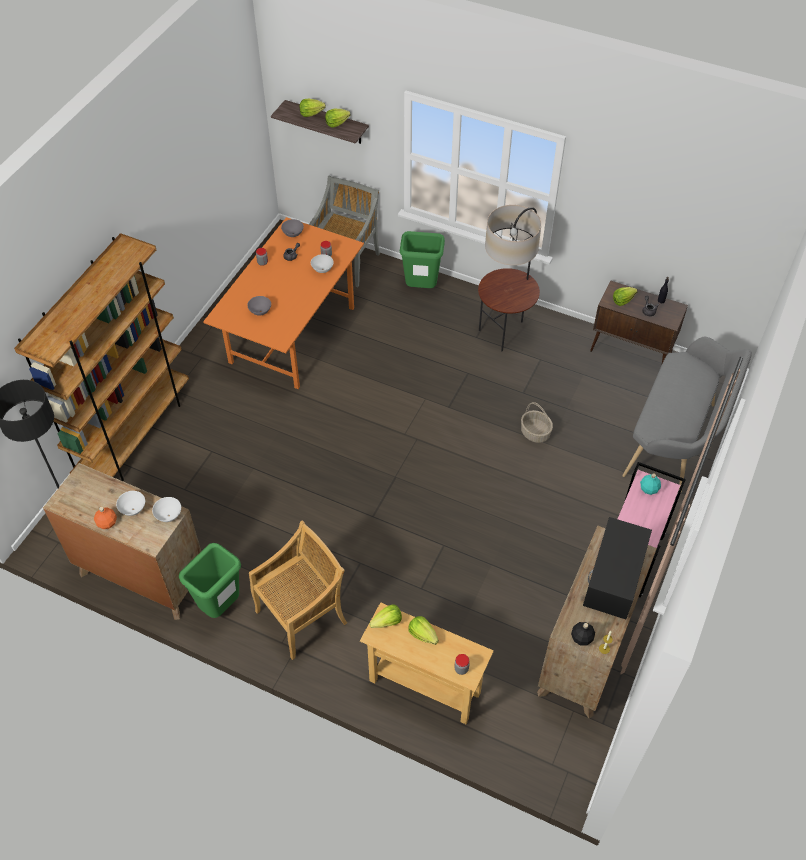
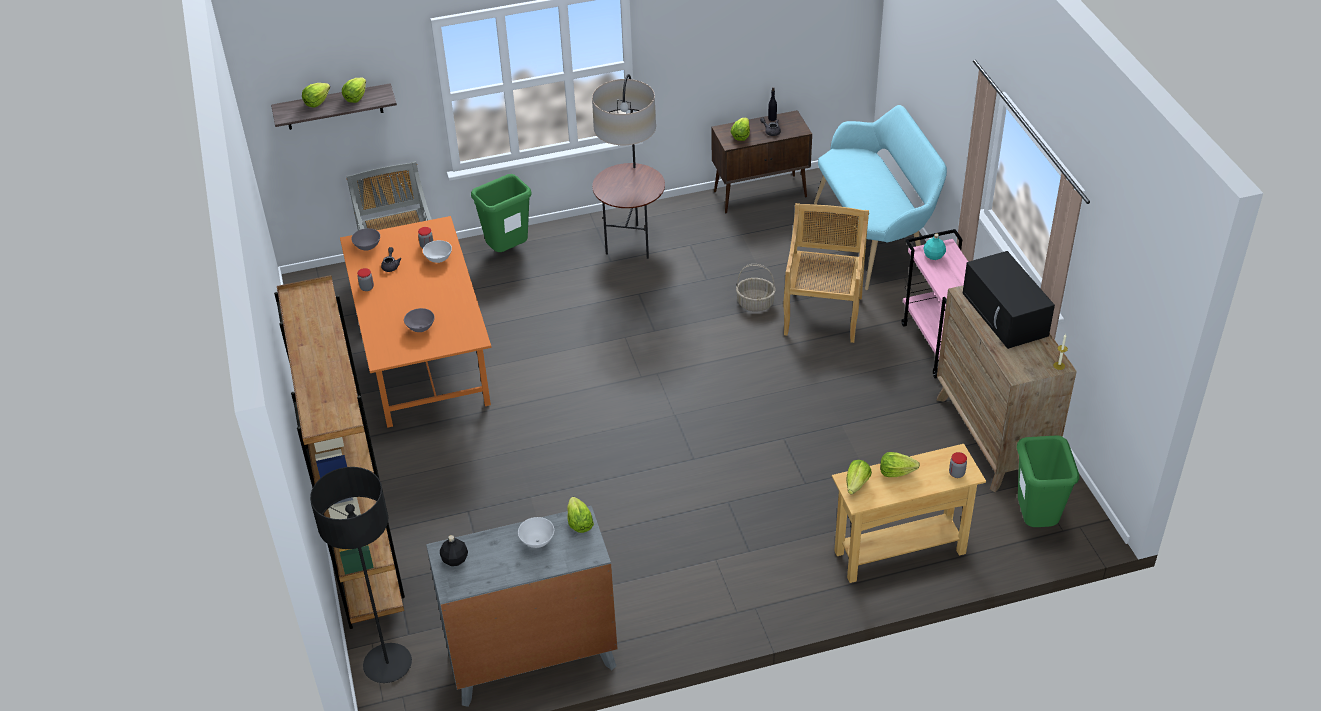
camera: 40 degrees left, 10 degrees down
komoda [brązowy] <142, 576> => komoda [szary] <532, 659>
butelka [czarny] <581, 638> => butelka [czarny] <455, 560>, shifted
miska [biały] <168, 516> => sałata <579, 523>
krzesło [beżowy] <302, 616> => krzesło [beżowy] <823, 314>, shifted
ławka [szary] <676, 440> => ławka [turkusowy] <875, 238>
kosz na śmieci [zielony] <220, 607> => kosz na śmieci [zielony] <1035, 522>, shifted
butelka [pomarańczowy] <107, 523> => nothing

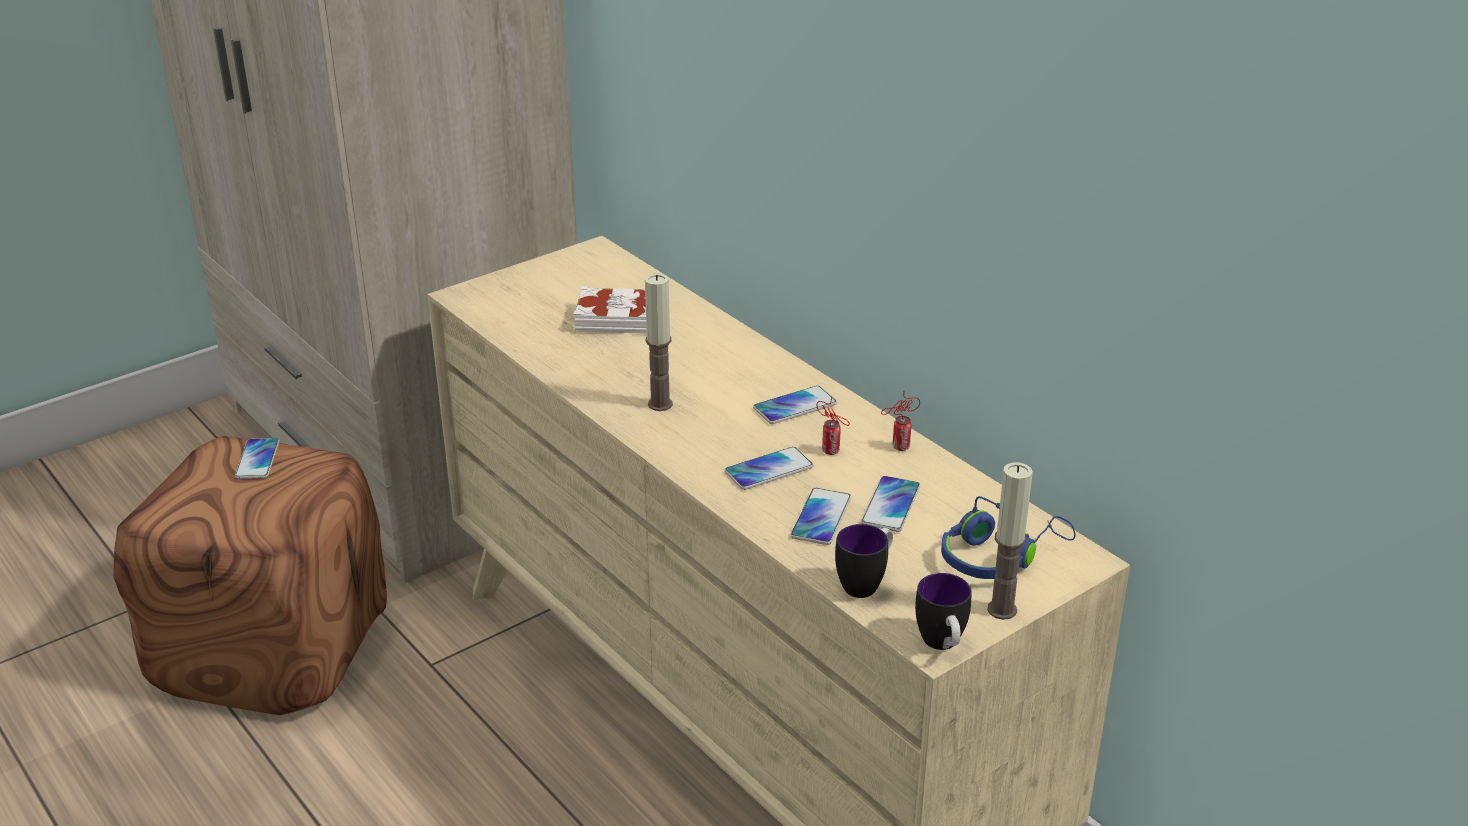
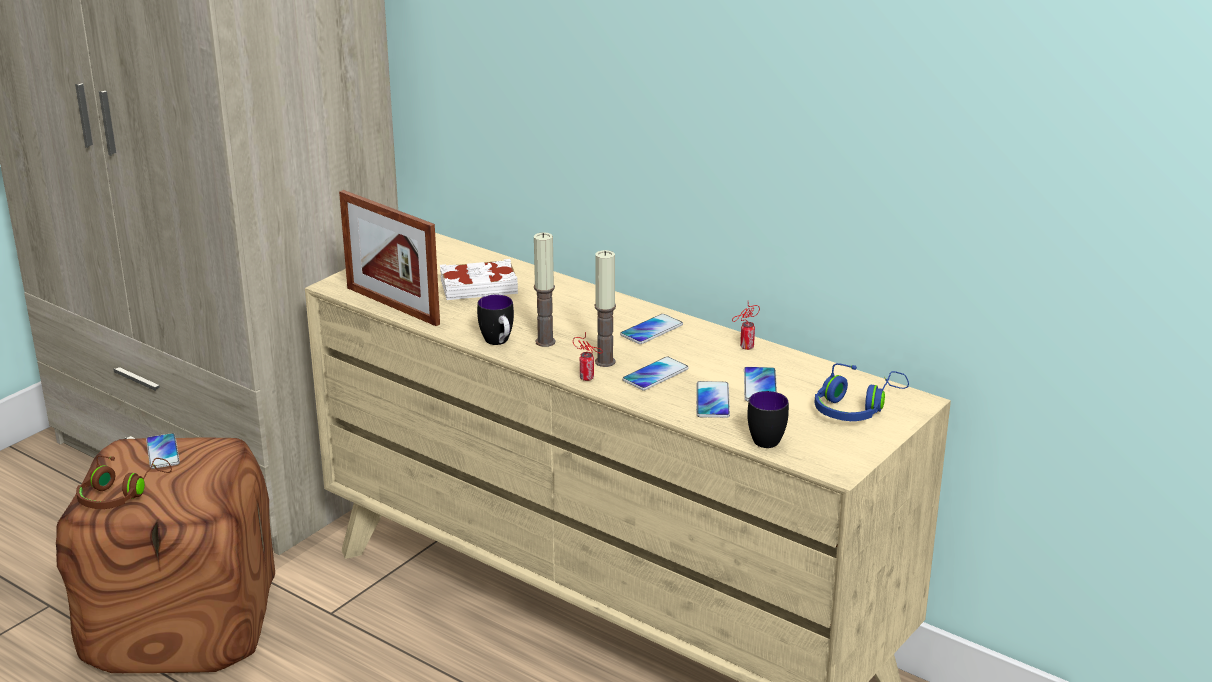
camera: 15 degrees left, 5 degrees down
nothing => słuchawki [brązowy] <121, 494>
nothing => ramka na zdjęcie <392, 305>
kubek <942, 646> => kubek <499, 343>, shifted
puszka <832, 452> => puszka <588, 378>, shifted
świeca <1002, 610> => świeca <605, 362>, shifted

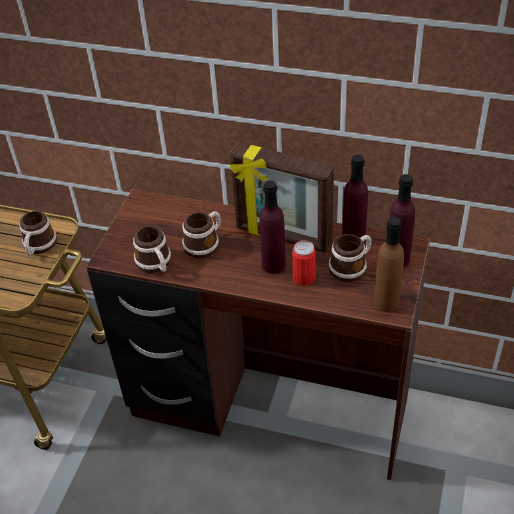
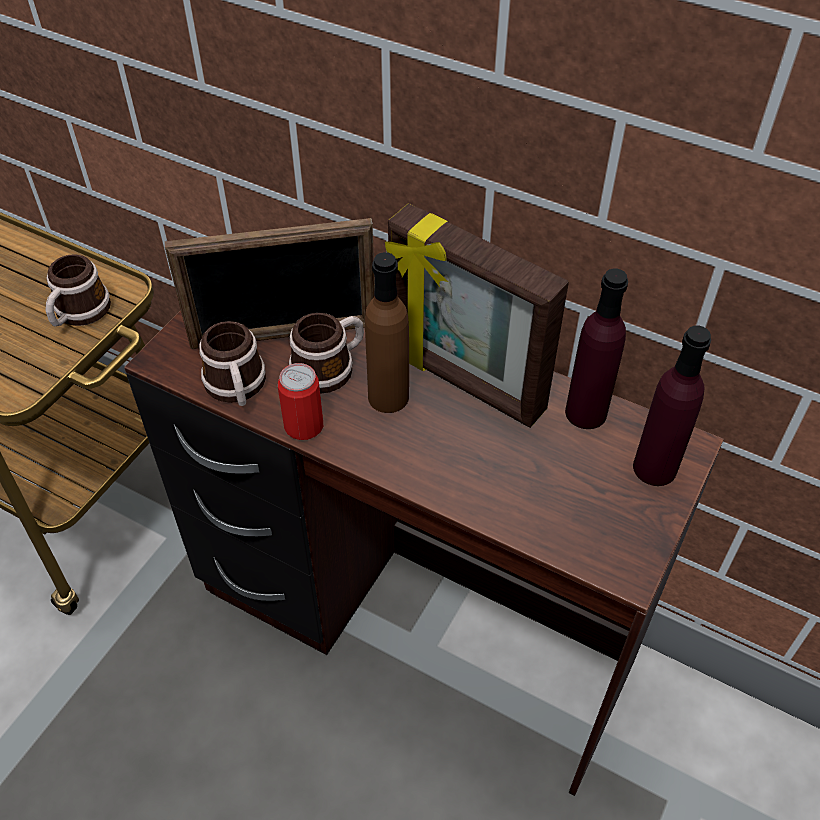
camera: 10 degrees right, 5 degrees up
nothing => ramka na zdjęcie <284, 335>
puszka <304, 277> => puszka <304, 426>, shifted
butelka [brązowy] <386, 302> => butelka [brązowy] <388, 397>, shifted
butelka [fioletowy] <273, 265> => nothing
kubek <351, 266> => nothing

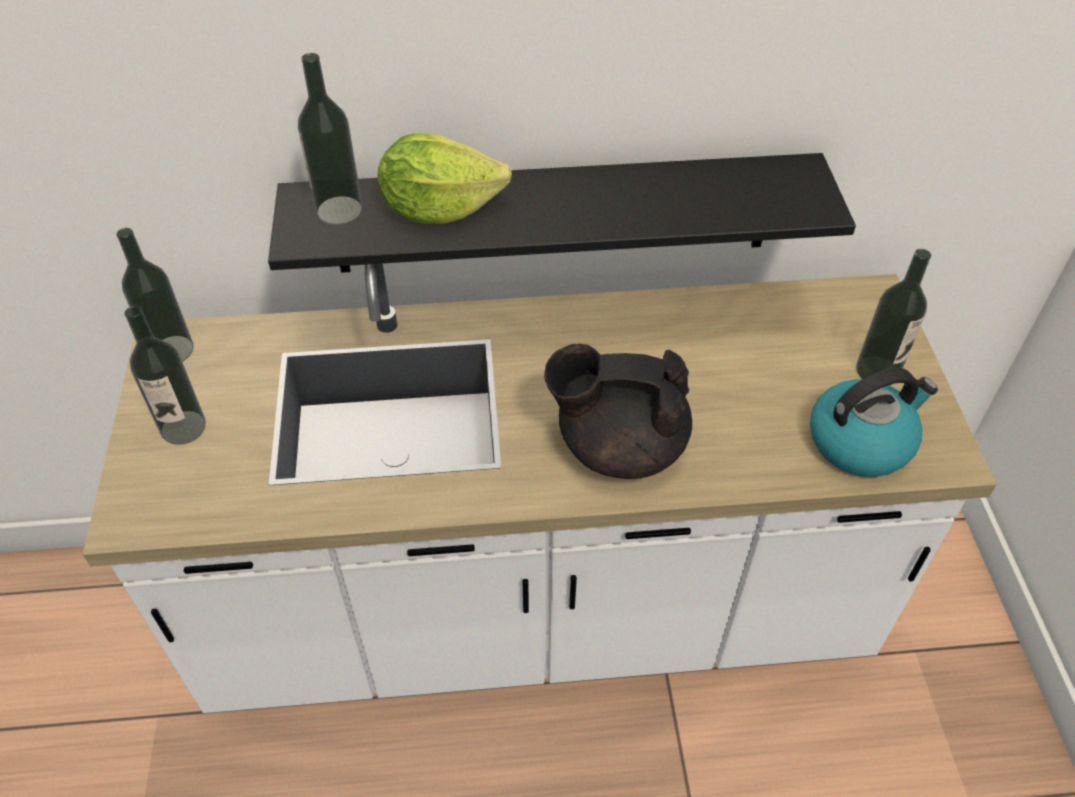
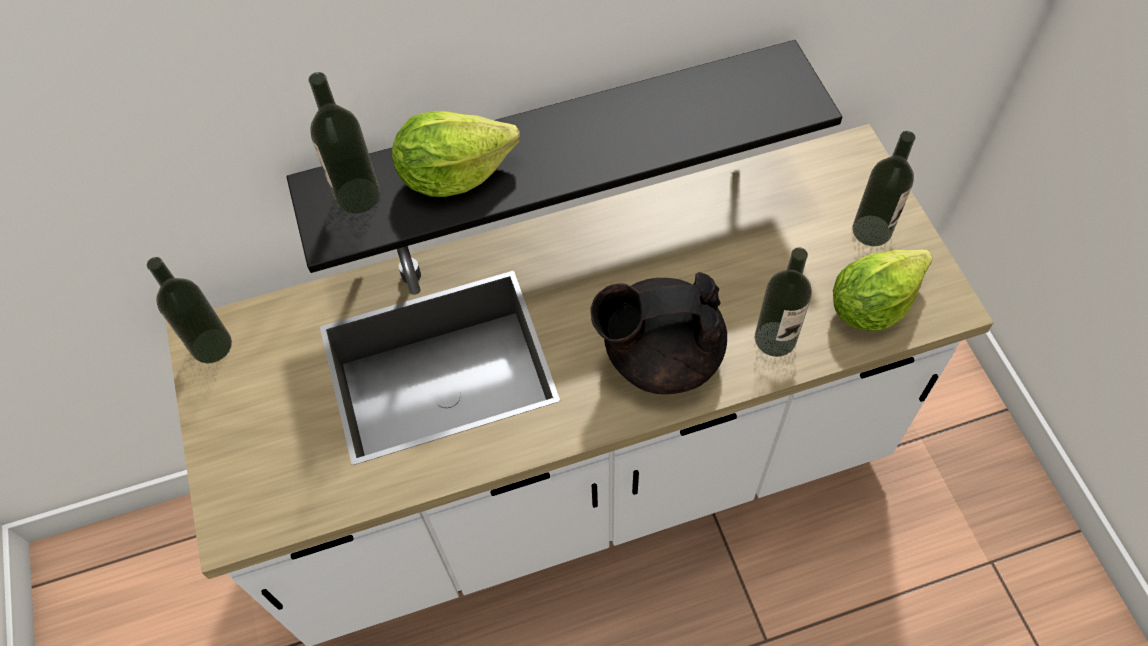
camera: 10 degrees left, 10 degrees up
butelka <183, 427> => butelka <775, 339>, shifted
czajnik <861, 441> => sałata <871, 305>

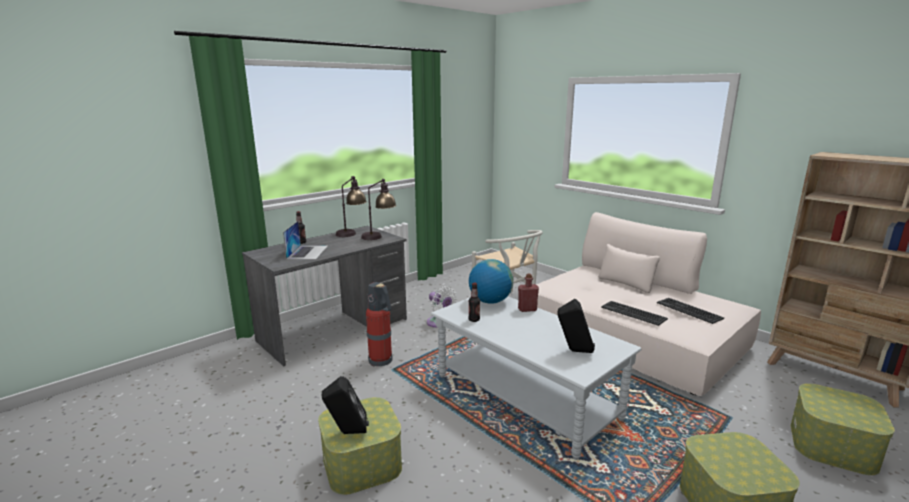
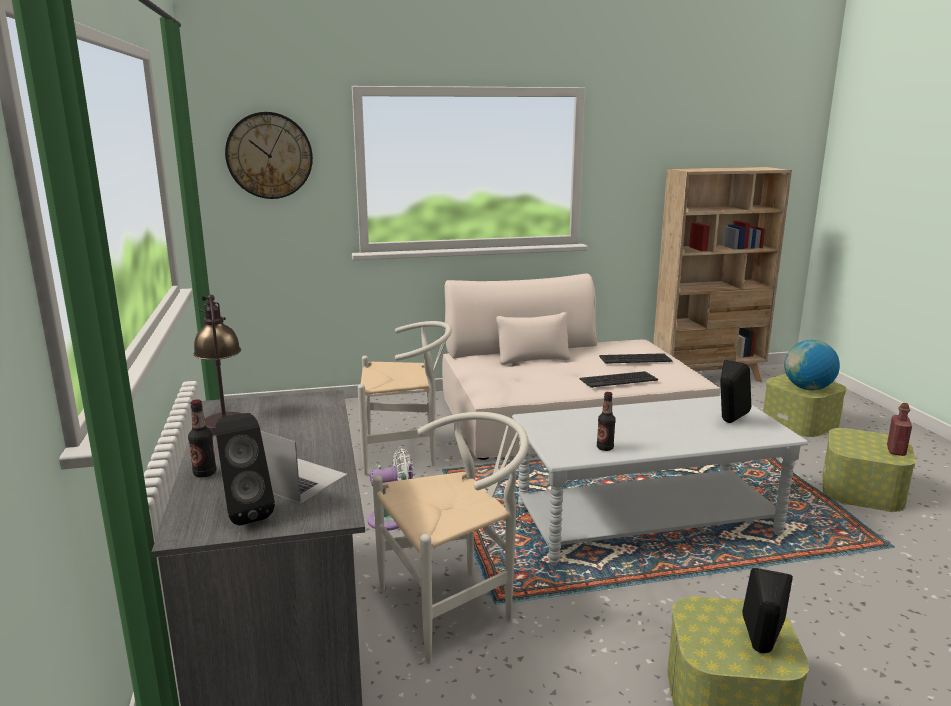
camera: 60 degrees left, 0 degrees up
nothing => głośnik [czarny] <245, 512>
nothing => zegar ścienny <269, 155>
gaśnica <381, 360> => krzesło [biały] <456, 606>
globus <490, 301> => globus <808, 388>, shifted
butelka [czerwony] <527, 309> => butelka [czerwony] <896, 451>, shifted
lampa stołowa <379, 236> => nothing

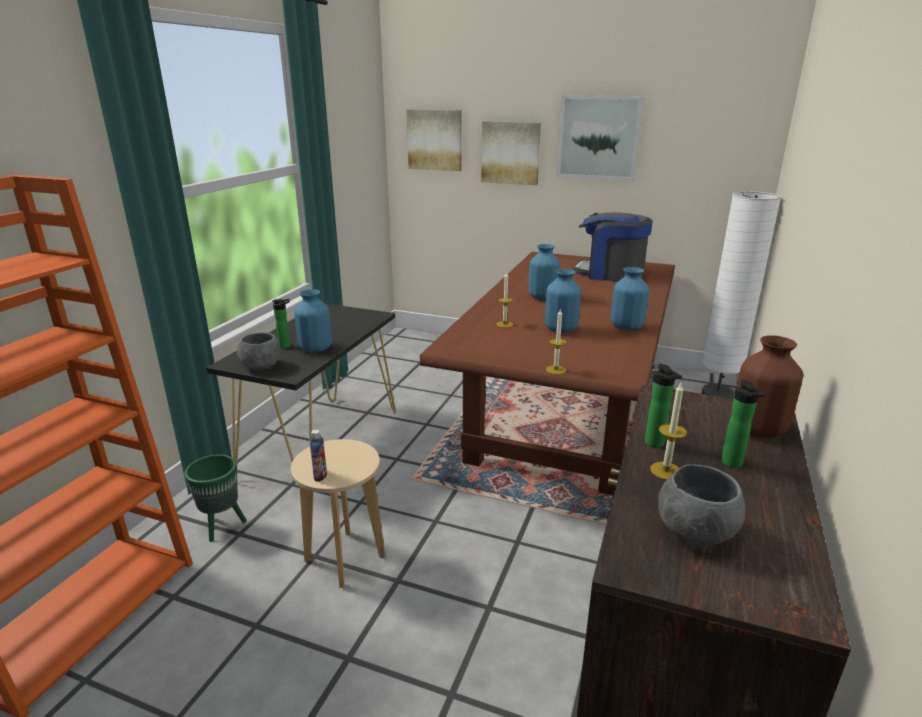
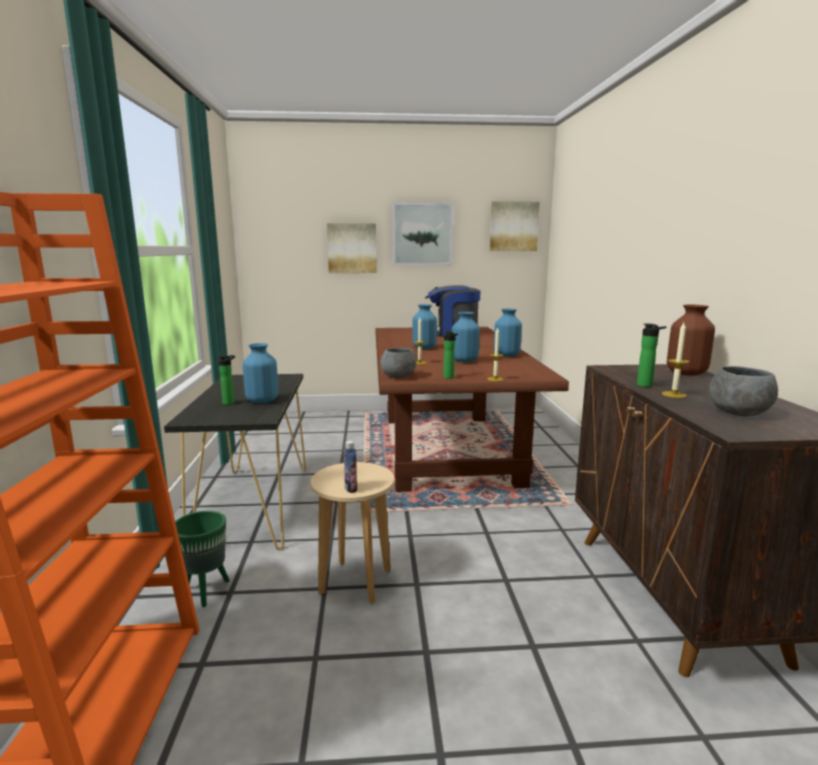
camera: 25 degrees left, 10 degrees down
miska [szary] <261, 367> => miska [szary] <398, 376>, shifted
butelka <733, 464> => butelka <449, 378>, shifted
obraz <435, 140> => obraz <513, 226>, shifted
lampa stojąca [biały] <717, 395> => nothing

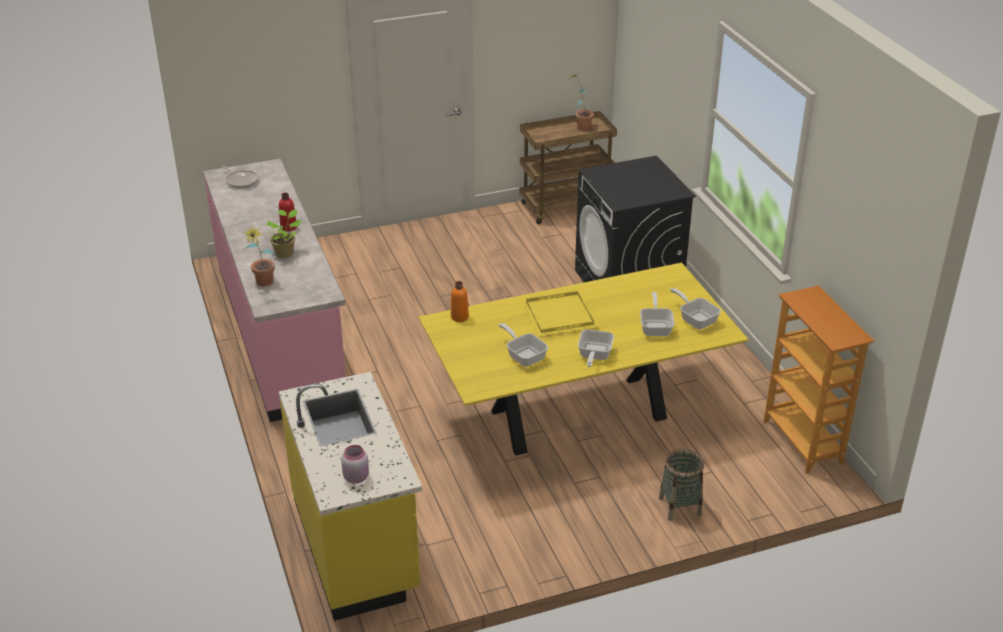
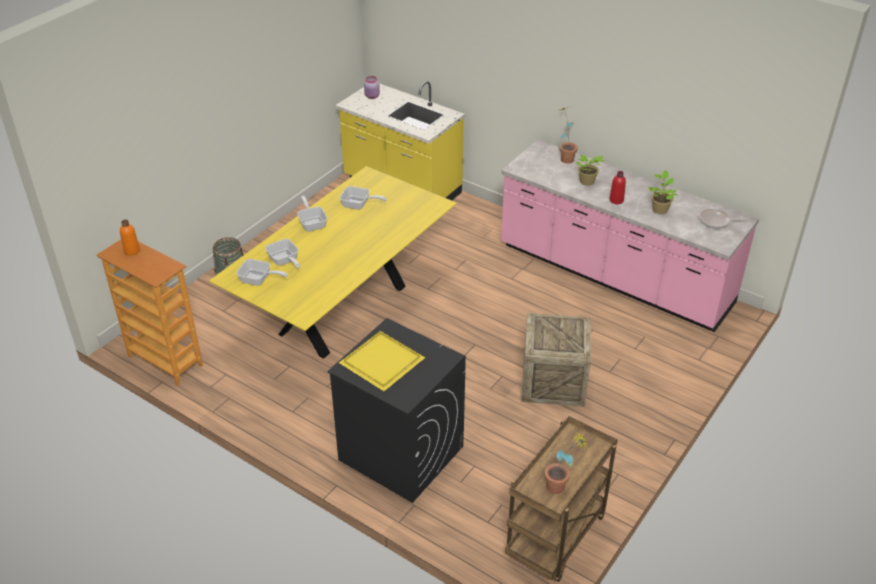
camera: 145 degrees right, 5 degrees up
butelka [pomarańczowy] <459, 317> => butelka [pomarańczowy] <132, 251>, shifted
taca [żółty] <558, 316> => taca [żółty] <382, 361>, shifted
nothing => skrzynka <553, 381>
nothing => roślina doniczkowa <660, 209>

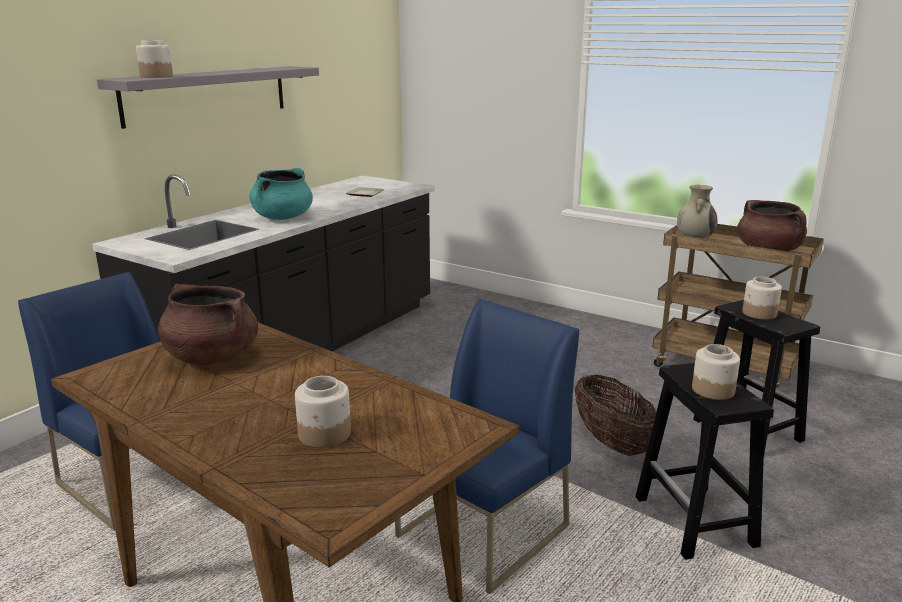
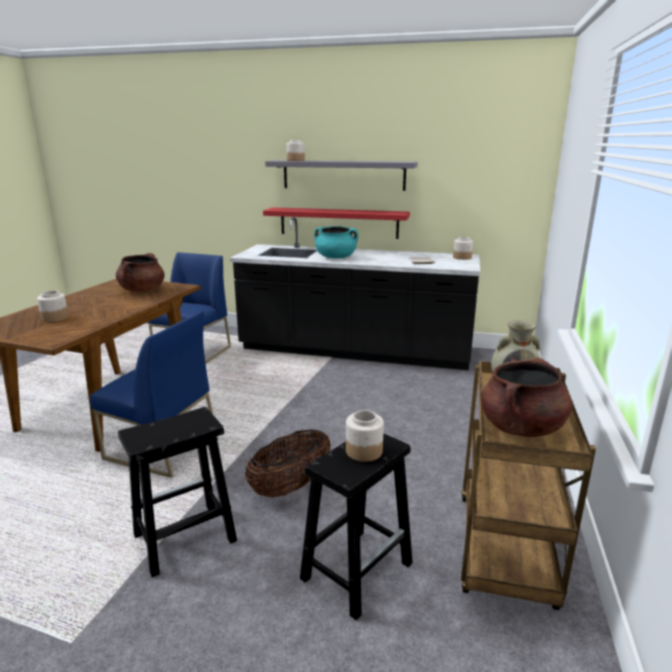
camera: 70 degrees right, 0 degrees up
nothing => półka [czerwony] <338, 222>
słoik <713, 390> => słoik <462, 257>, shifted

